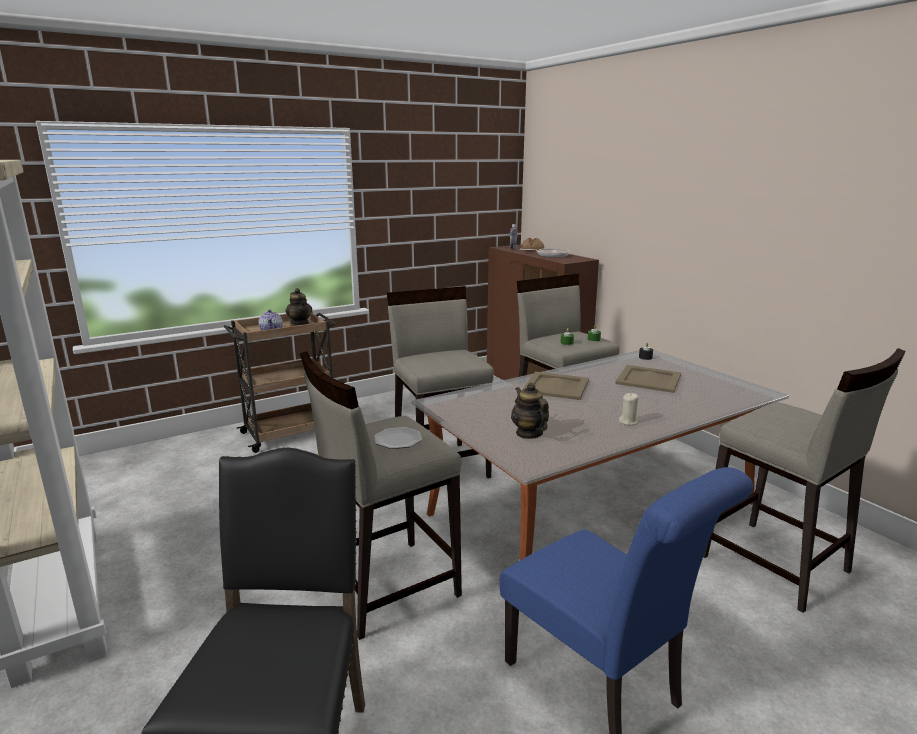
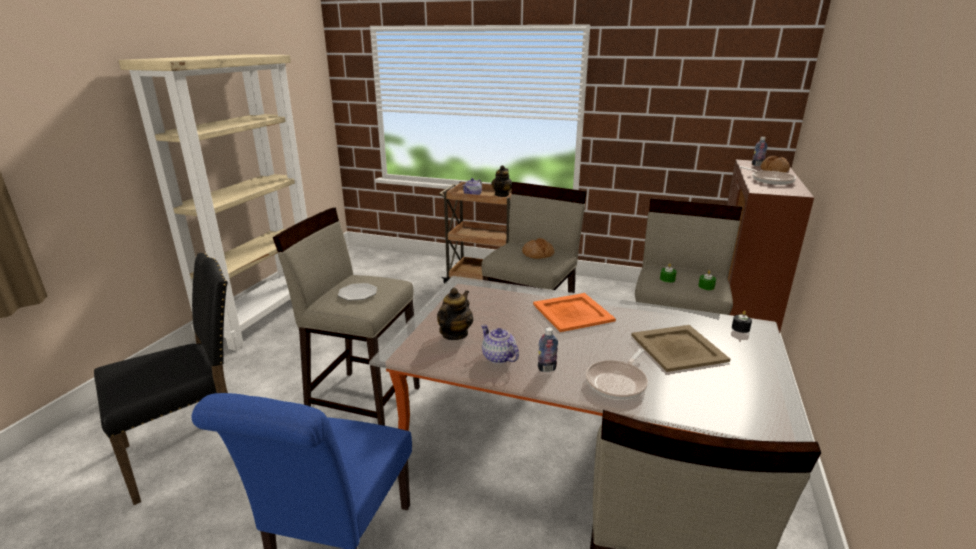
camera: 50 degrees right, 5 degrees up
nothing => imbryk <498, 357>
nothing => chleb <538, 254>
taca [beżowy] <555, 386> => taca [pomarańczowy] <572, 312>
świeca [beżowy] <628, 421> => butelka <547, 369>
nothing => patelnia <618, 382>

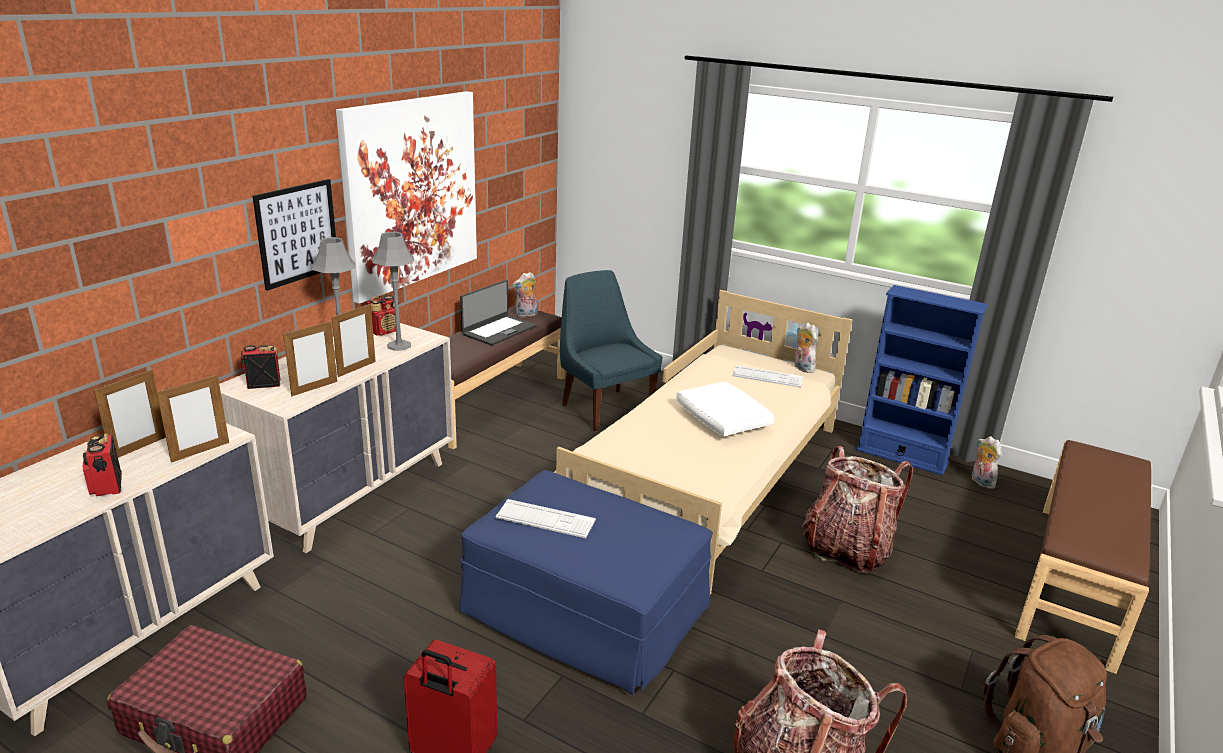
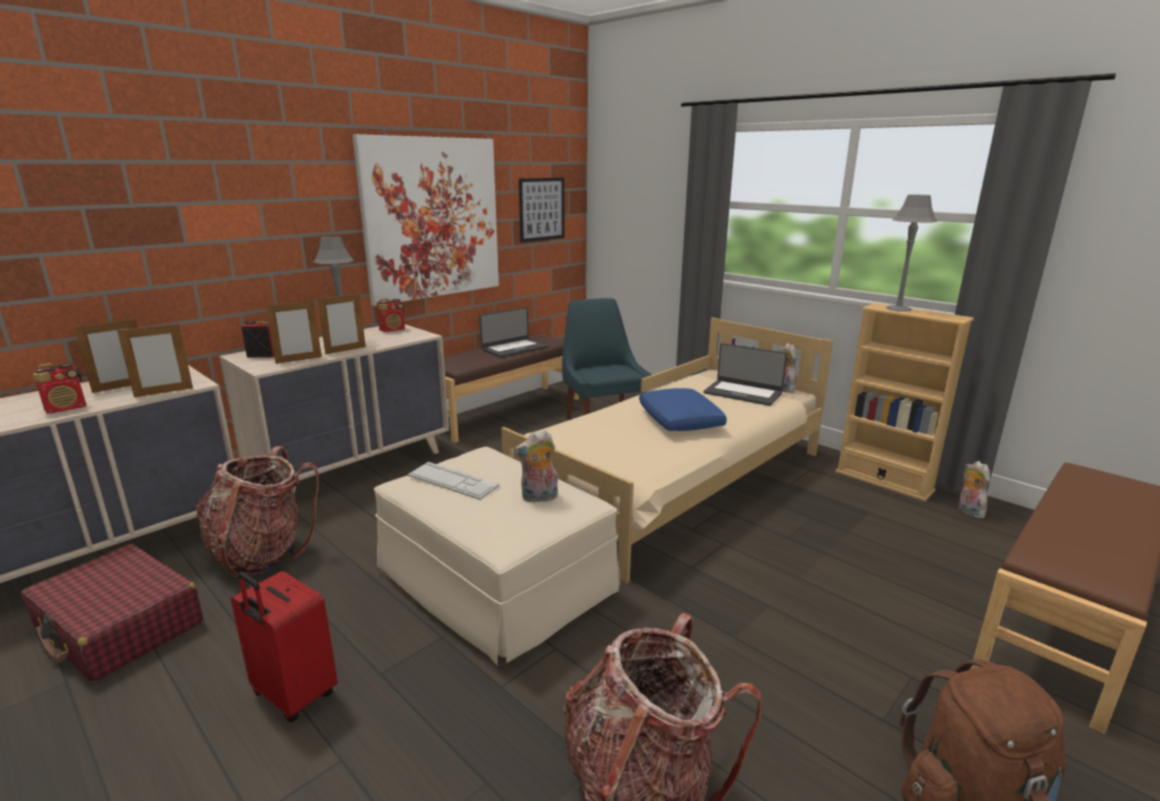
camera: 15 degrees right, 5 degrees down
radio <106, 486> => radio <67, 408>, 120 degrees counterclockwise
plecak <846, 549> => plecak <262, 553>, shifted
pufa [niebieski] <585, 612> => pufa [beżowy] <496, 582>
pluszak <526, 315> => pluszak <539, 498>, shifted
obraz <297, 233> => obraz <542, 209>, shifted
poduszka [biały] <723, 420> => poduszka [niebieski] <680, 422>
klawiatura <767, 377> => laptop <743, 393>
regał [niebieski] <901, 456> => regał [beżowy] <883, 481>
lampa stołowa [szary] <399, 345> => lampa stołowa [szary] <898, 309>, shifted

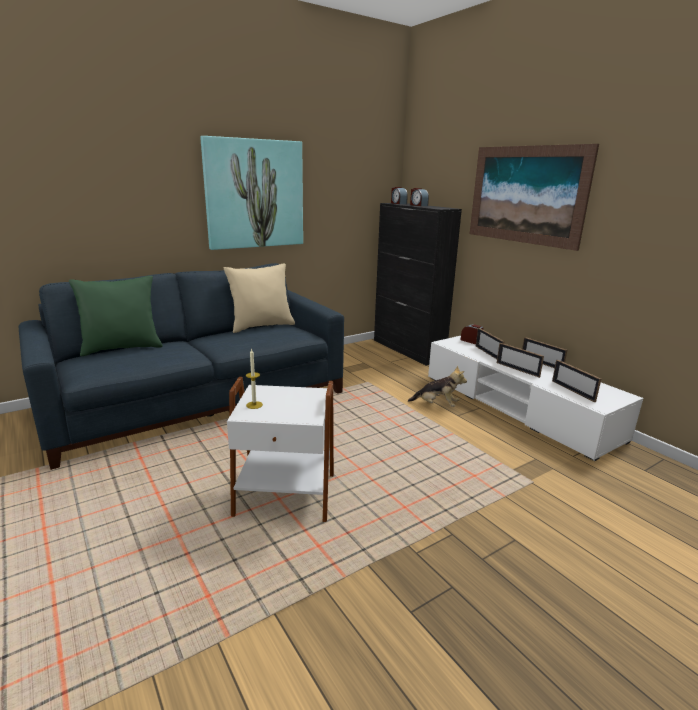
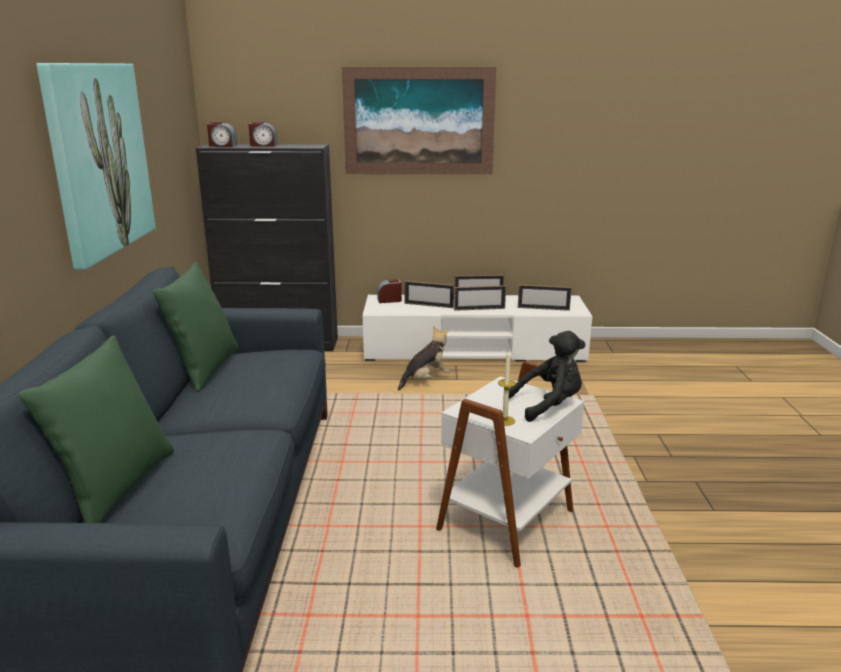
camera: 55 degrees left, 0 degrees up
poduszka [beżowy] <261, 326> => poduszka [zielony] <204, 369>
nothing => pluszak [czarny] <549, 405>

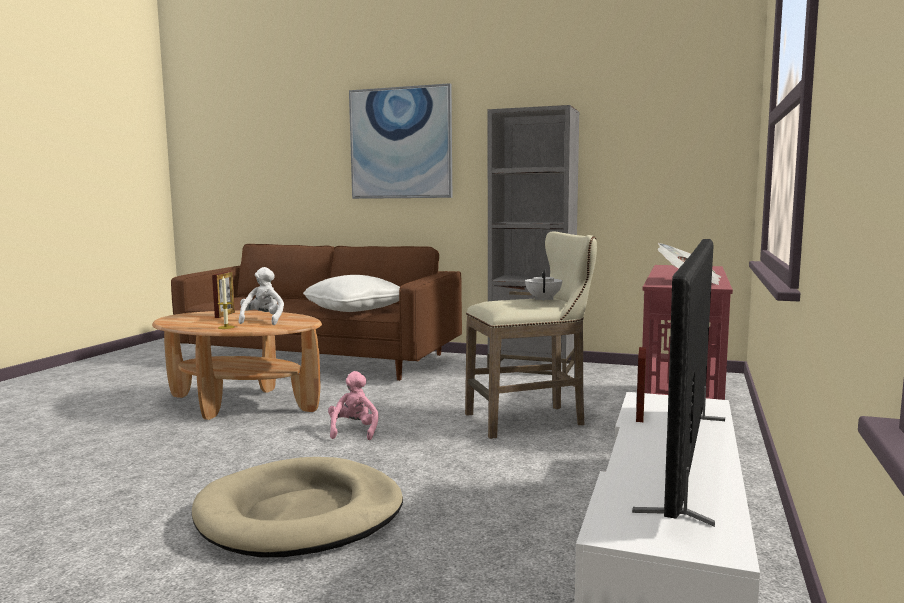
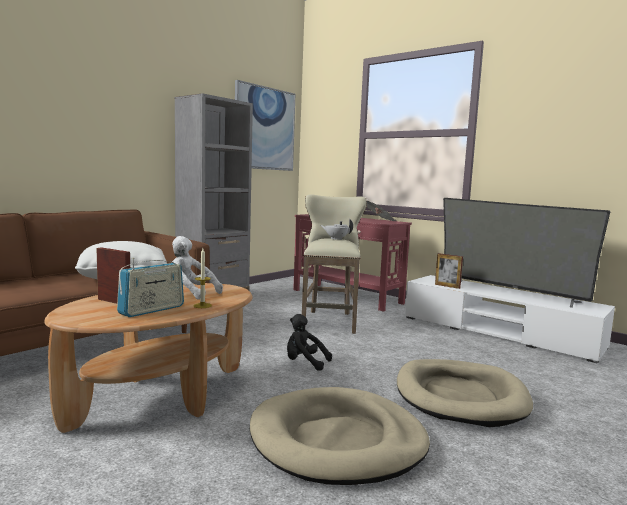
camera: 70 degrees left, 0 degrees up
nothing => radio <152, 310>
obraz <401, 143> => obraz <264, 128>, shifted
nothing => legowisko [beżowy] <338, 440>
pluszak [różowy] <354, 431> => pluszak [czarny] <304, 363>

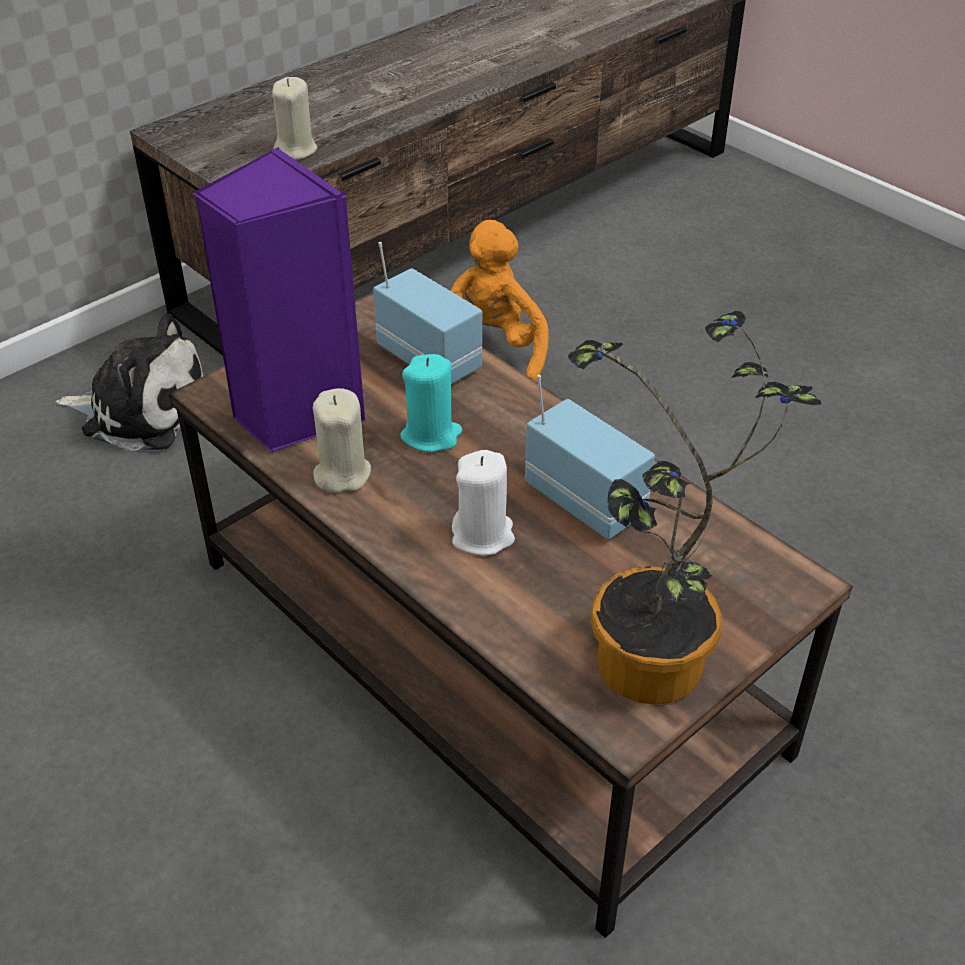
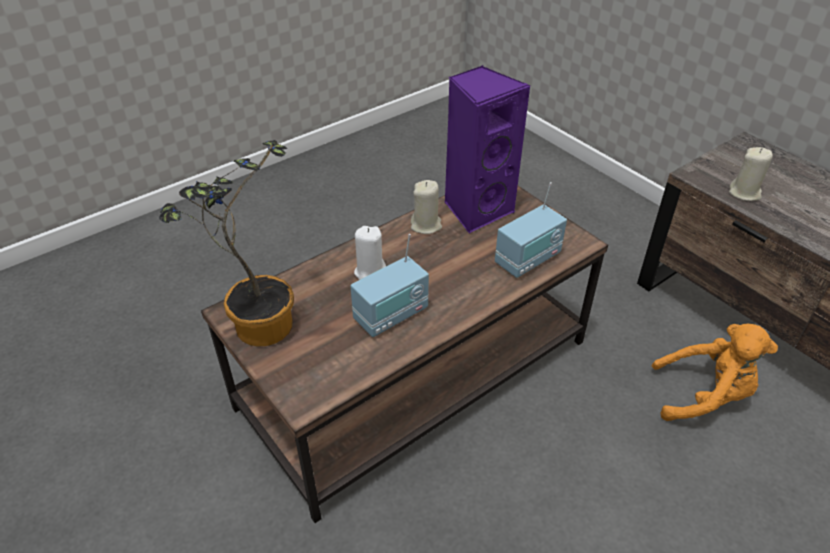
camera: 95 degrees right, 0 degrees up
pluszak <140, 409> => nothing
świeca [turkusowy] <431, 435> => nothing

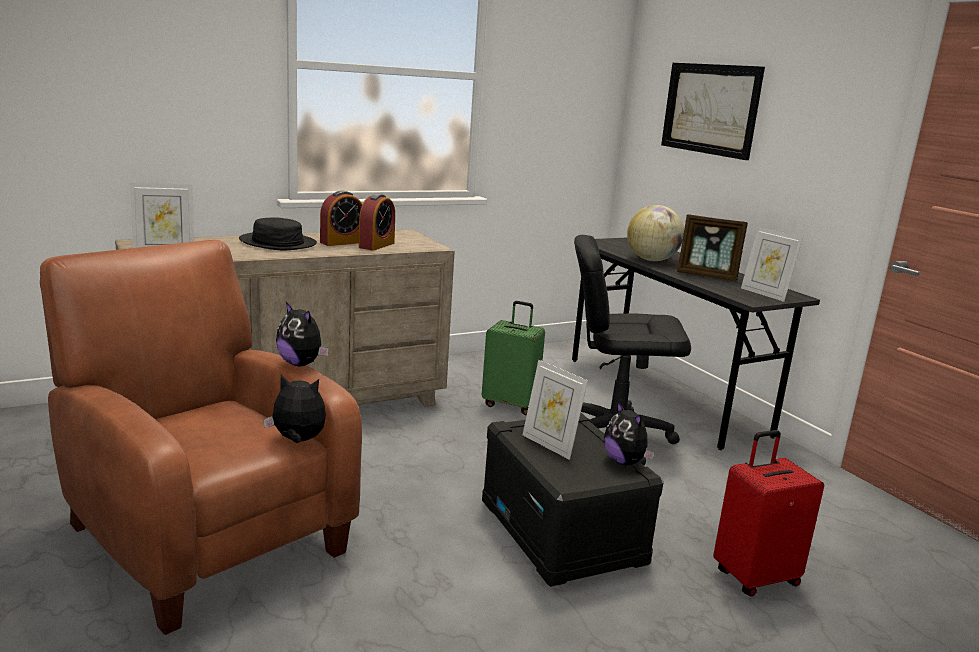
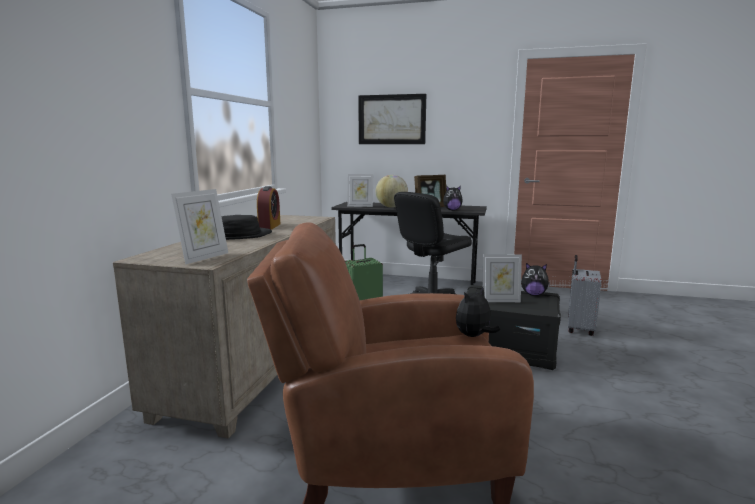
camera: 45 degrees left, 5 degrees down
ramka na zdjęcie <765, 294> => ramka na zdjęcie <360, 206>, shifted
pluszak <301, 364> => pluszak <452, 210>, shifted
walizka [czerwony] <754, 577> => walizka [szary] <579, 329>
budzik <376, 245> => nothing

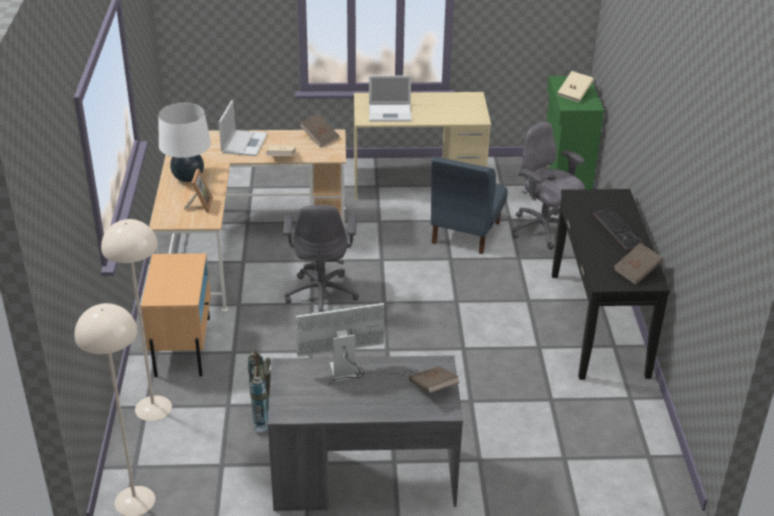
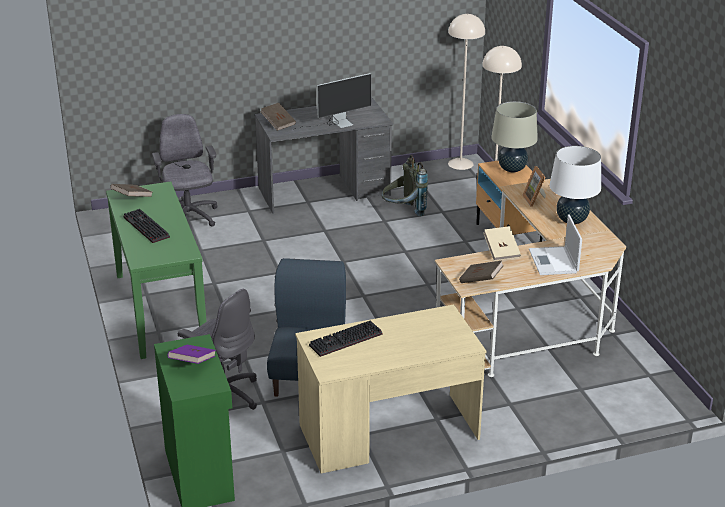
camera: 165 degrees right, 5 degrees down
stolik konsolowy [czarny] <599, 323> => stolik konsolowy [zielony] <159, 310>
krzesło biurowe [szary] <322, 293> => krzesło biurowe [szary] <188, 218>, shifted
książka [beżowy] <574, 94> => książka [fioletowy] <192, 363>
nothing => klawiatura <345, 341>
nothing => lampa stołowa [beżowy] <512, 169>
laptop <391, 113> => nothing

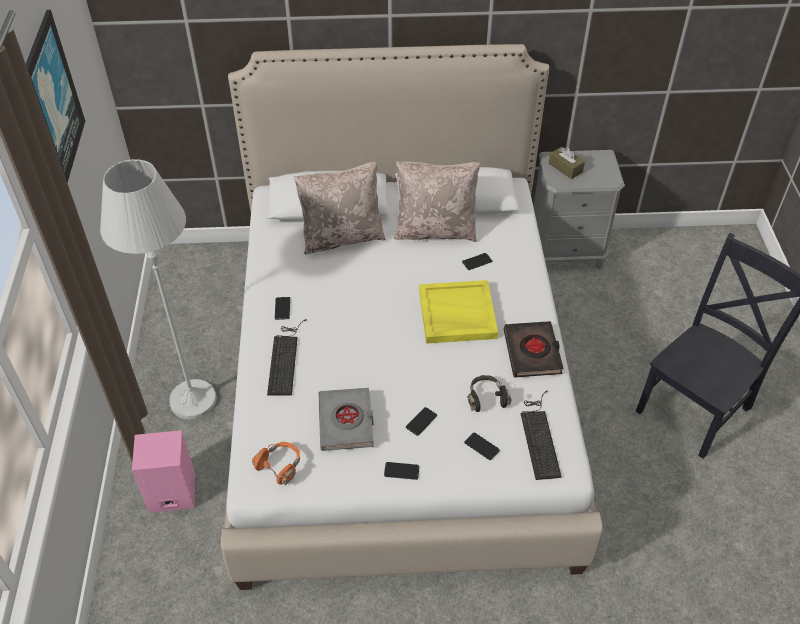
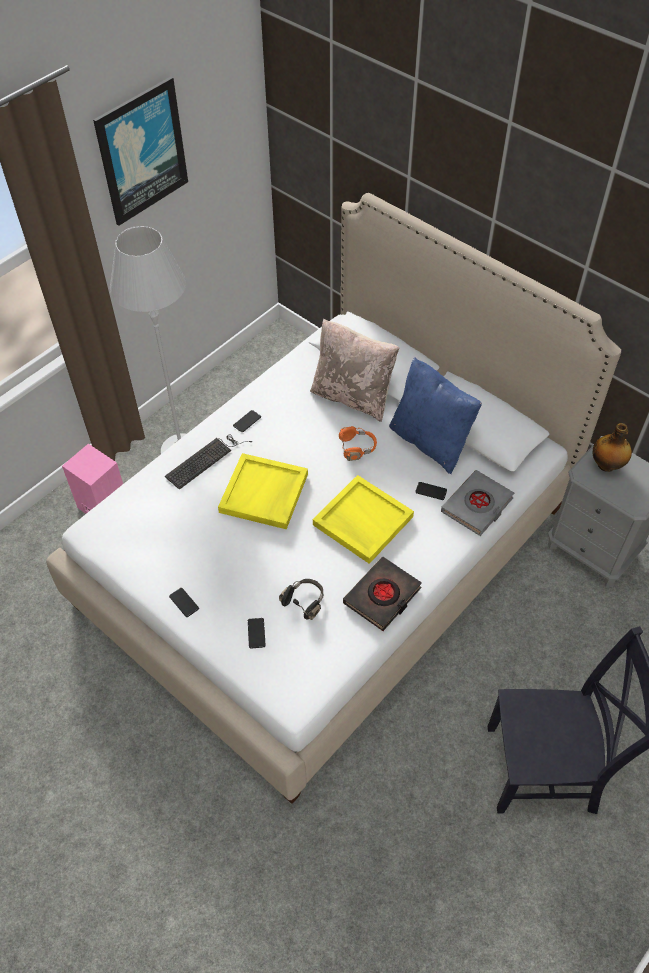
camera: 45 degrees right, 5 degrees up
nothing => taca [żółty] <264, 494>
słuchawki [pomarańczowy] <280, 466> => słuchawki [pomarańczowy] <357, 448>, shifted
poduszka [beżowy] <435, 230> => poduszka [niebieski] <430, 441>
książka [szary] <346, 422> => książka [szary] <477, 506>, shifted
pudełko chusteczek [brązowy] <565, 168> => butelka <607, 465>
telefon <421, 421> => nothing
klawiatura <539, 436> => nothing

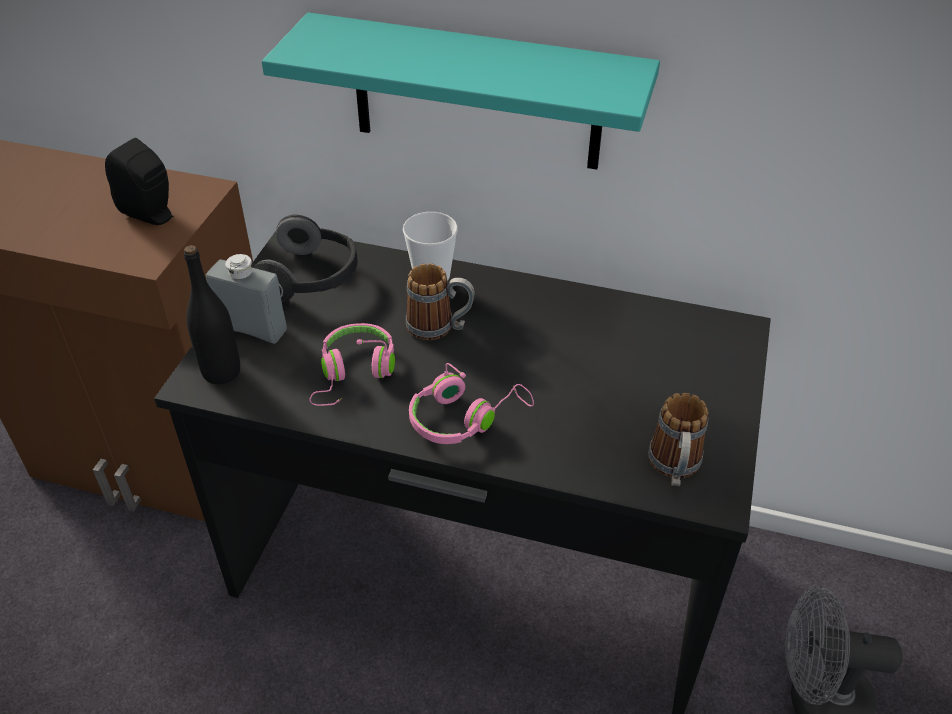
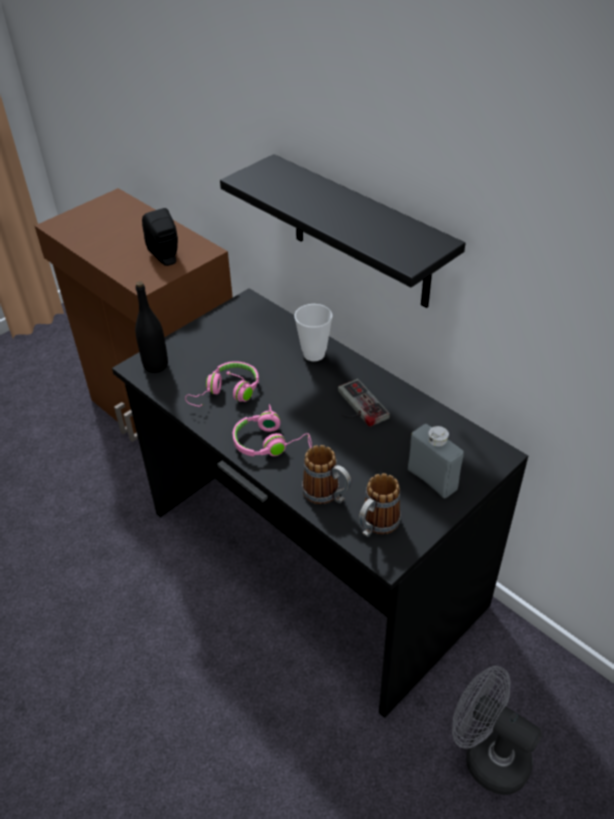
camera: 30 degrees right, 0 degrees up
półka [turkusowy] <476, 94> => półka [czarny] <360, 233>
kubek <440, 327> => kubek <327, 495>, shifted
nothing => pad do gier <357, 406>
butelka [szary] <252, 328> => butelka [szary] <432, 479>, shifted
słuchawki <312, 278> => nothing

